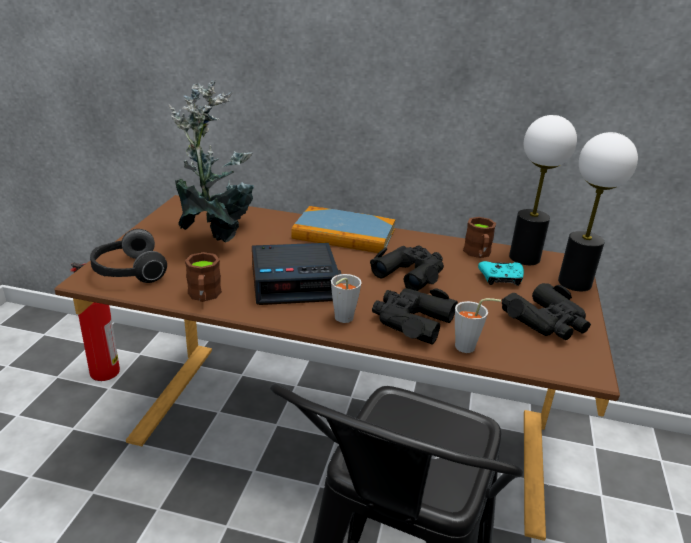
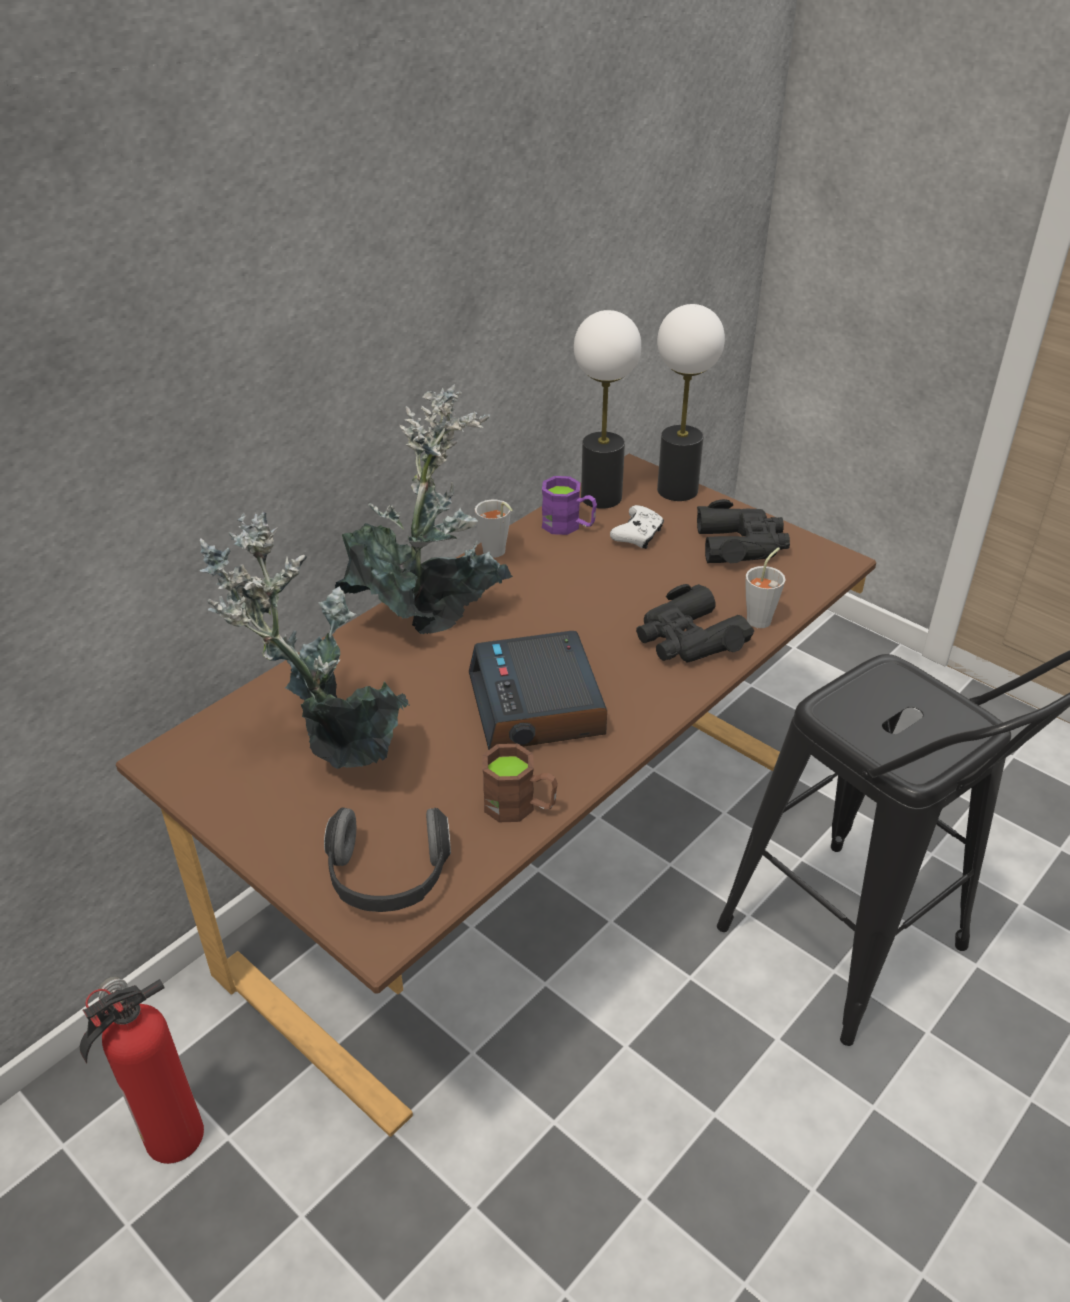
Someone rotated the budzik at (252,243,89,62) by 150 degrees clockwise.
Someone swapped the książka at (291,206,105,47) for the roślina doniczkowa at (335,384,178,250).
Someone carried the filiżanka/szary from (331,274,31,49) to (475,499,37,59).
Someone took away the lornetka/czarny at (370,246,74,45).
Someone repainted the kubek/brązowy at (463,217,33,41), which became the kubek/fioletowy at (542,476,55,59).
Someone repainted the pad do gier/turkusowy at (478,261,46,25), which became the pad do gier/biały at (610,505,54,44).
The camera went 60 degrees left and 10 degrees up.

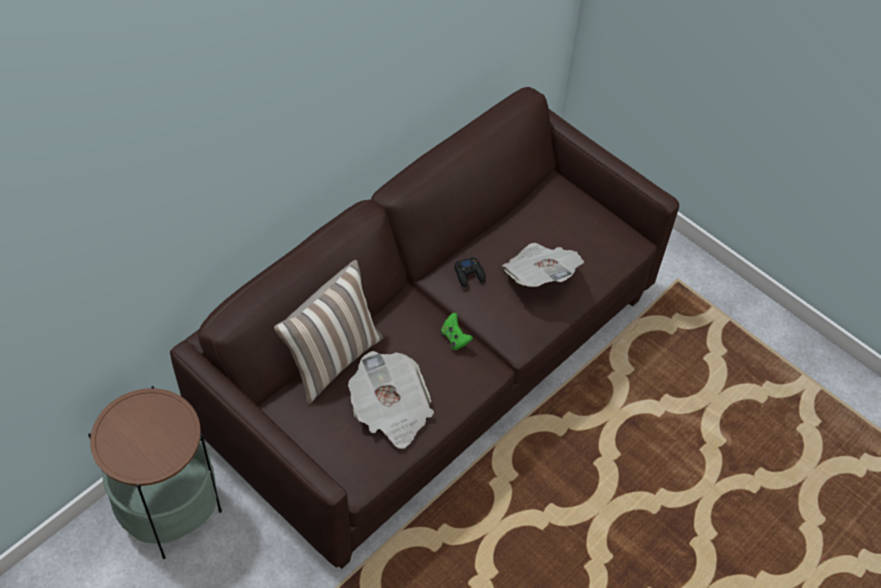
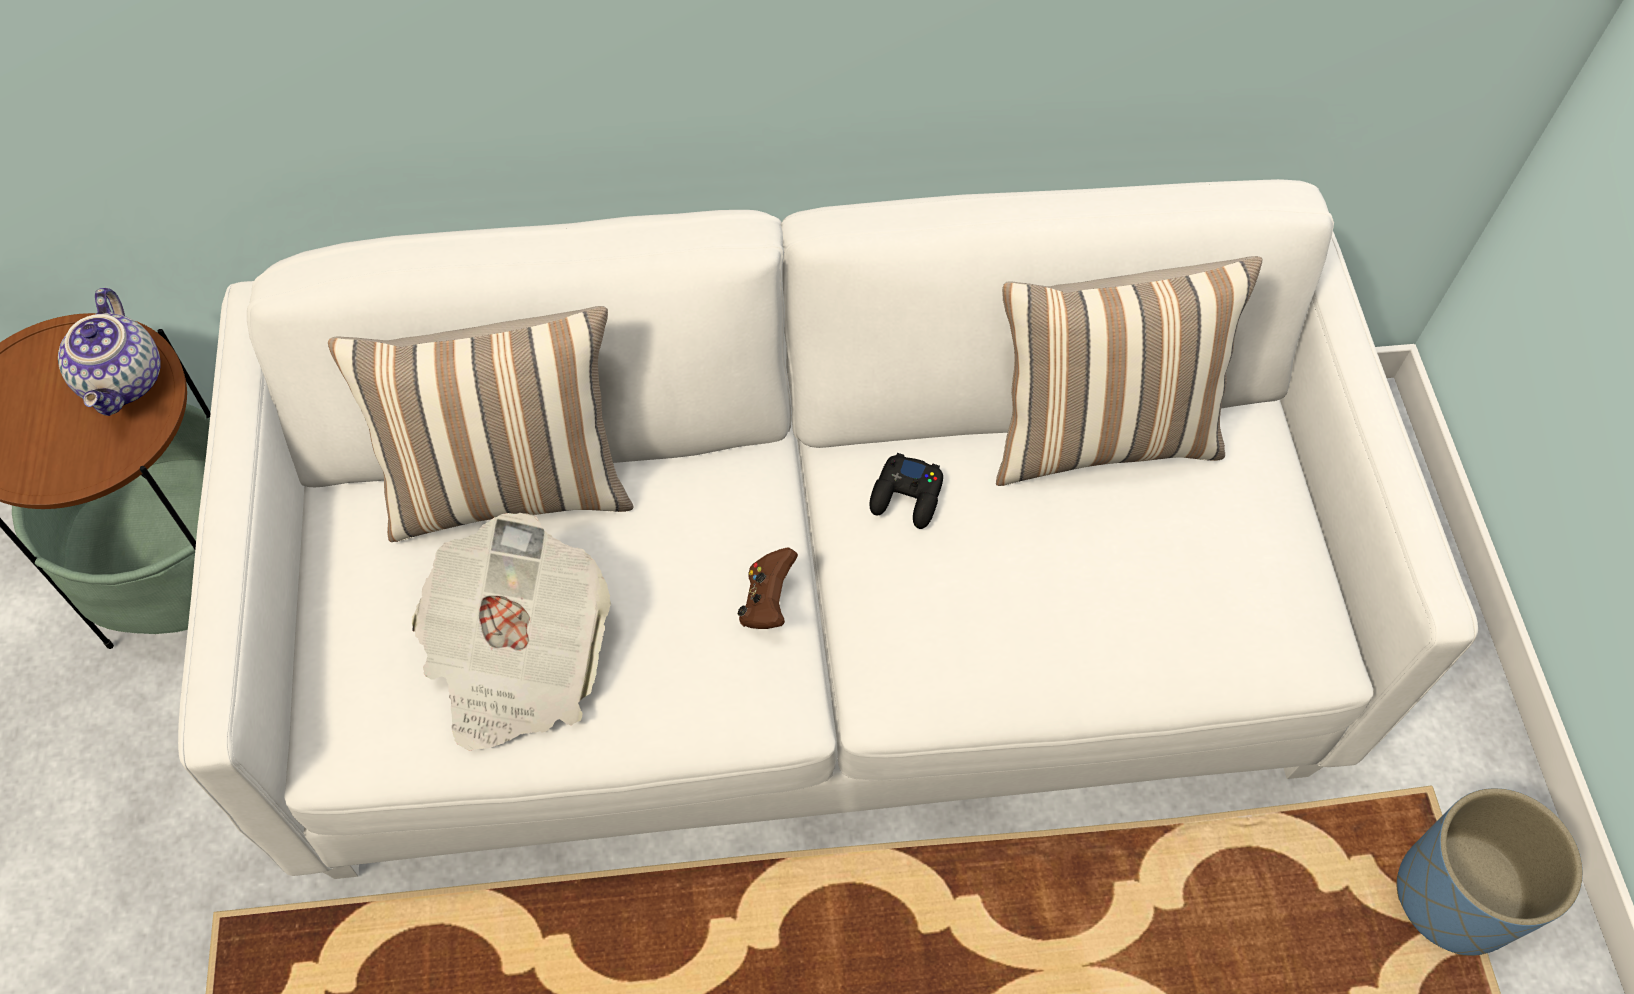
Someone repainted the kanapa/brązowy at (170,87,509,482), which became the kanapa/biały at (178,179,1300,700).
Someone repainted the pad do gier/zielony at (441,313,32,37), which became the pad do gier/brązowy at (738,547,60,82).
Someone took away the gazeta at (502,243,82,44).
Someone put down the imbryk at (58,288,103,128).
Someone put down the poduszka at (996,256,266,230).
Someone put down the donica/niebieski at (1396,788,187,168).
The camera went 40 degrees right and 5 degrees up.

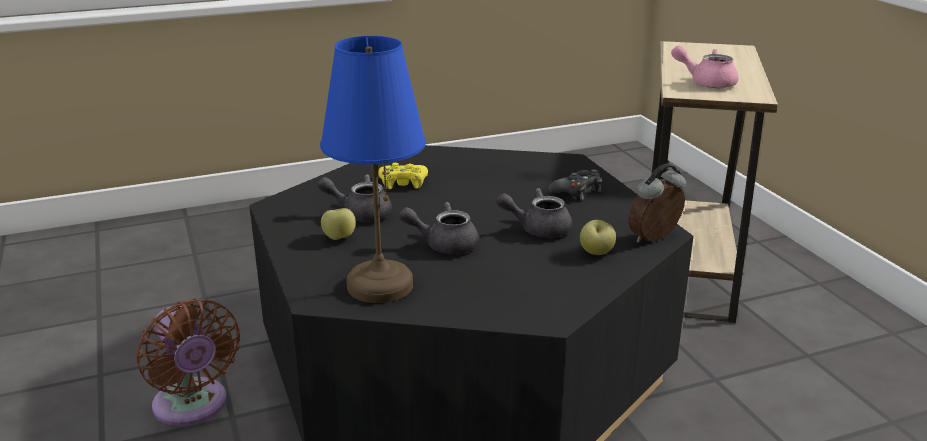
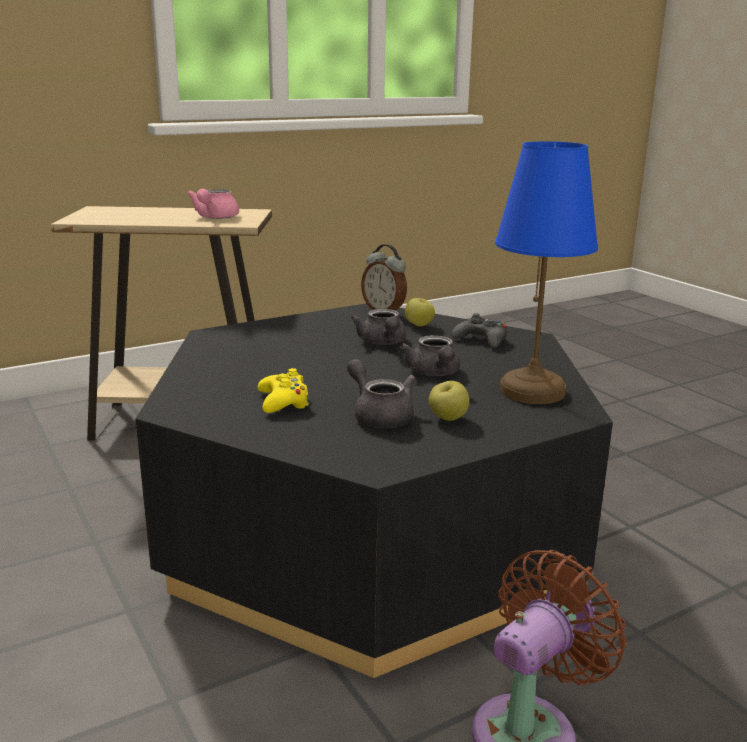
Someone rotated the imbryk/szary at (317,174,75,48) by 150 degrees clockwise.
Someone carried the pad do gier/czarny from (548,169,54,31) to (452,313,55,35).
The camera went 100 degrees left and 5 degrees down.

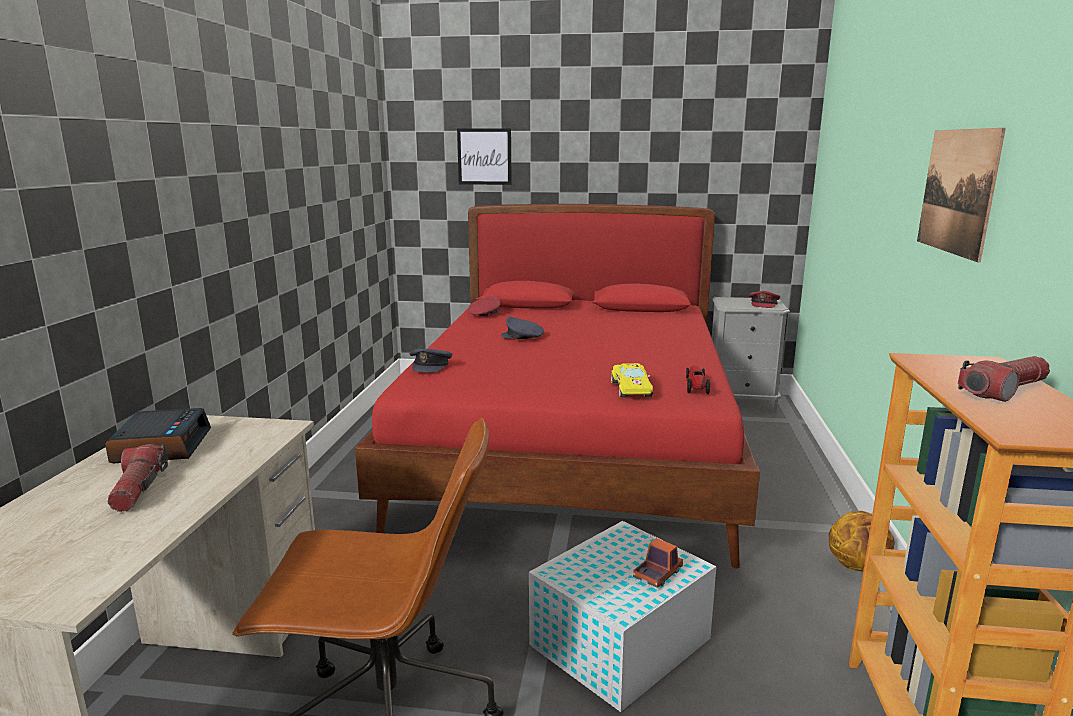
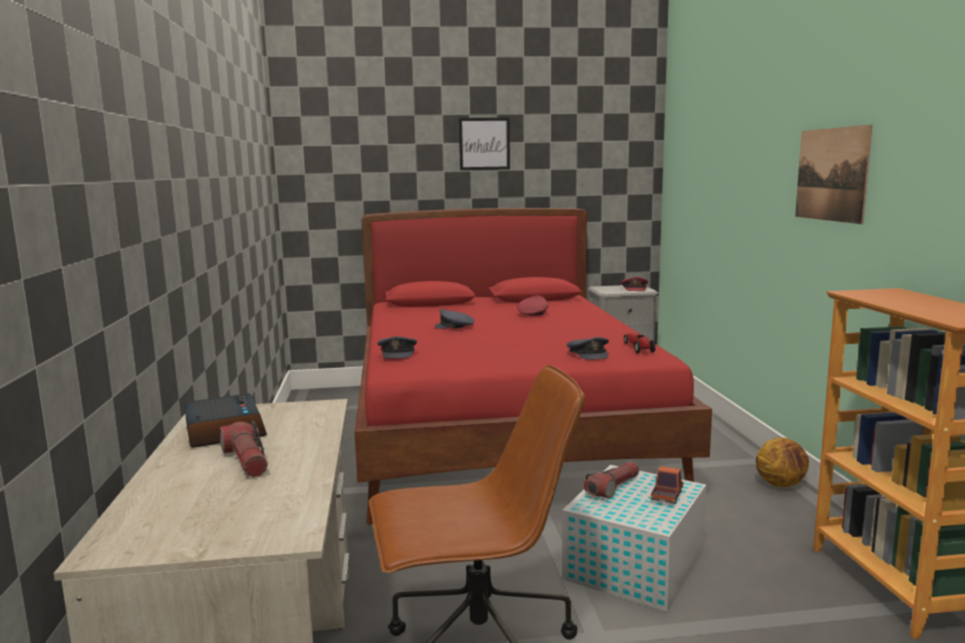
Someone carried the obraz from (457,128,55,57) to (459,118,51,52).
Someone carried the czapka z daszkiem/czerwony from (468,295,34,21) to (517,295,32,21).
Someone swapped the samochodzik/żółty at (611,363,42,34) for the czapka z daszkiem/szary at (567,337,42,23).
Someone carried the latarka from (958,356,92,46) to (584,461,55,38).
The camera went 15 degrees left and 5 degrees down.

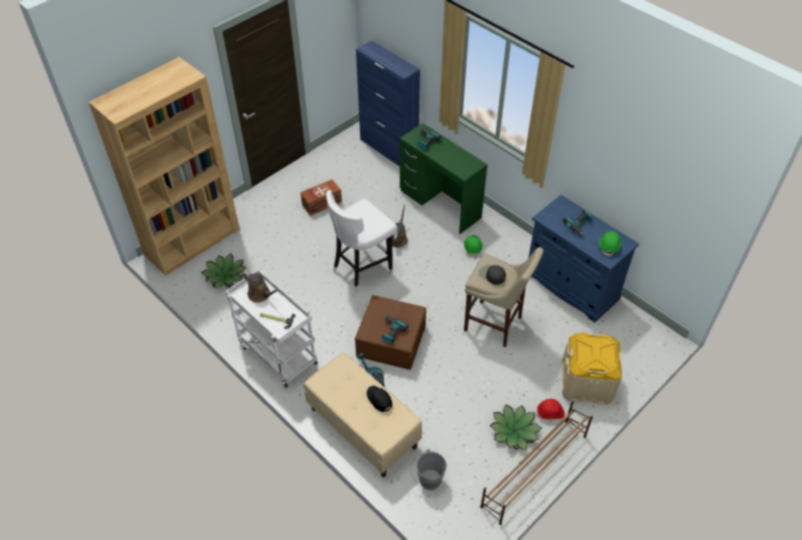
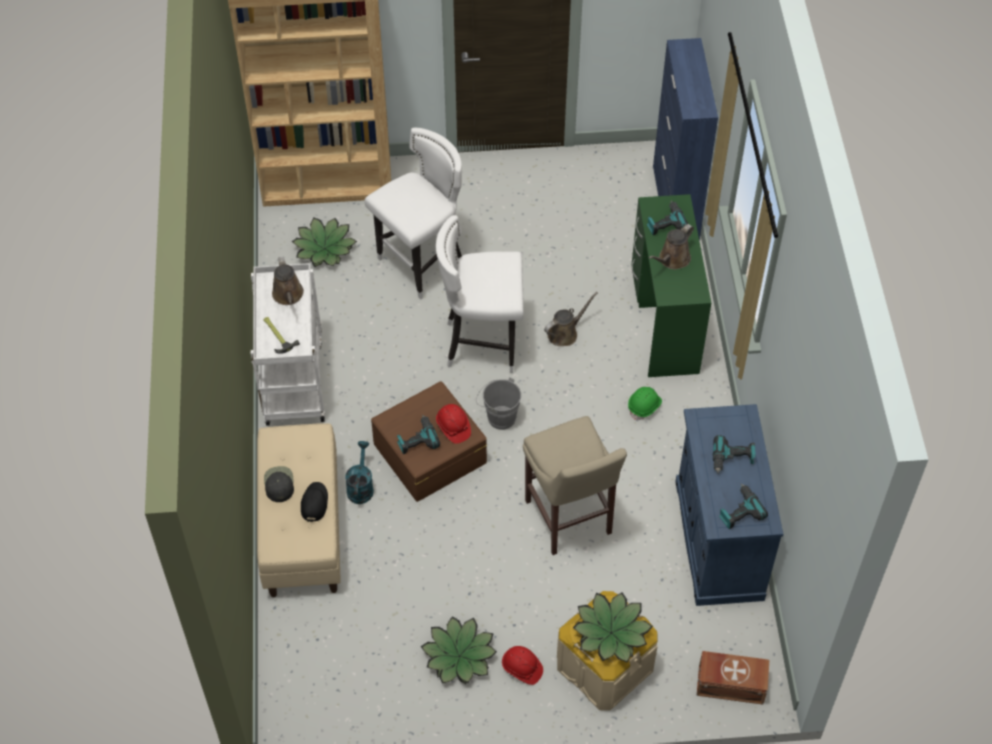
Someone carried the pojemnik do przechowywania/brązowy from (300,179,42,37) to (697,651,72,54).
Someone carried the wiadro/szary from (411,449,36,41) to (476,377,45,53).
Someone carried the czapka z daszkiem/czarny from (479,265,27,20) to (264,466,30,36).
Someone took away the regał na buty/brązowy at (480,401,113,124).
Someone swapped the kask/zielony at (599,231,22,26) for the wiertarka at (719,483,49,46).
Someone put down the stołek/biały at (364,128,98,172).
Someone put down the kask/czerwony at (436,404,35,40).
Someone put down the roślina doniczkowa at (573,592,80,70).
Someone put down the konewka/brązowy at (648,224,46,45).
The camera went 40 degrees right and 5 degrees up.

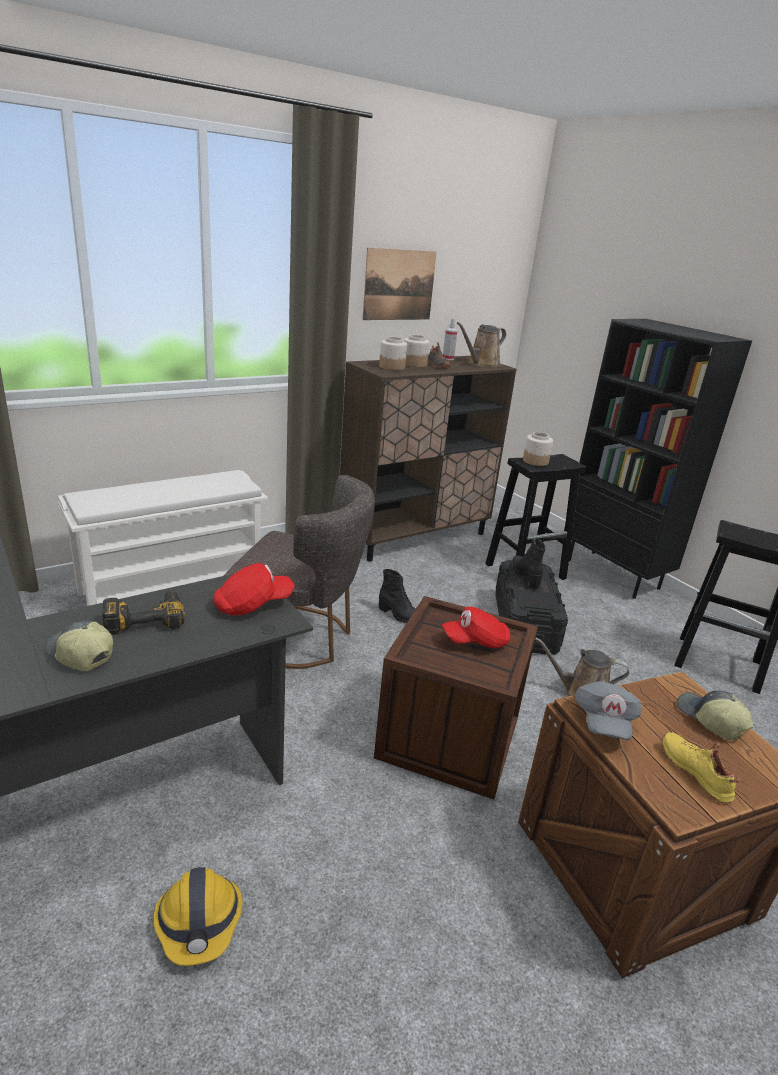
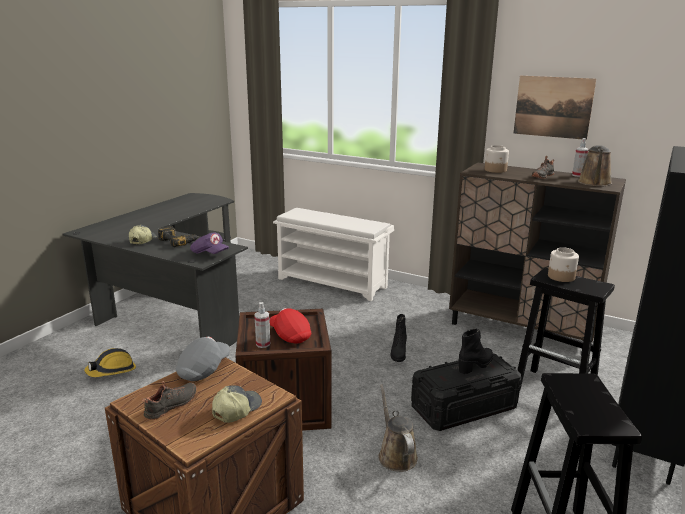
Someone repainted the czapka z daszkiem/czerwony at (213,563,82,52), which became the czapka z daszkiem/fioletowy at (190,232,39,22).
Someone took away the krzesło/szary at (223,475,152,194).
Someone took away the słoik at (404,335,26,32).
Someone rotated the konewka/brązowy at (457,322,49,45) by 90 degrees counterclockwise.
Someone rotated the czapka z daszkiem/szary at (575,681,67,59) by 135 degrees clockwise.
Someone repainted the but/żółty at (662,732,78,71), which became the but/czarny at (142,381,55,39).
Someone put down the spryskiwacz at (254,302,16,46).
The camera went 65 degrees right and 5 degrees down.

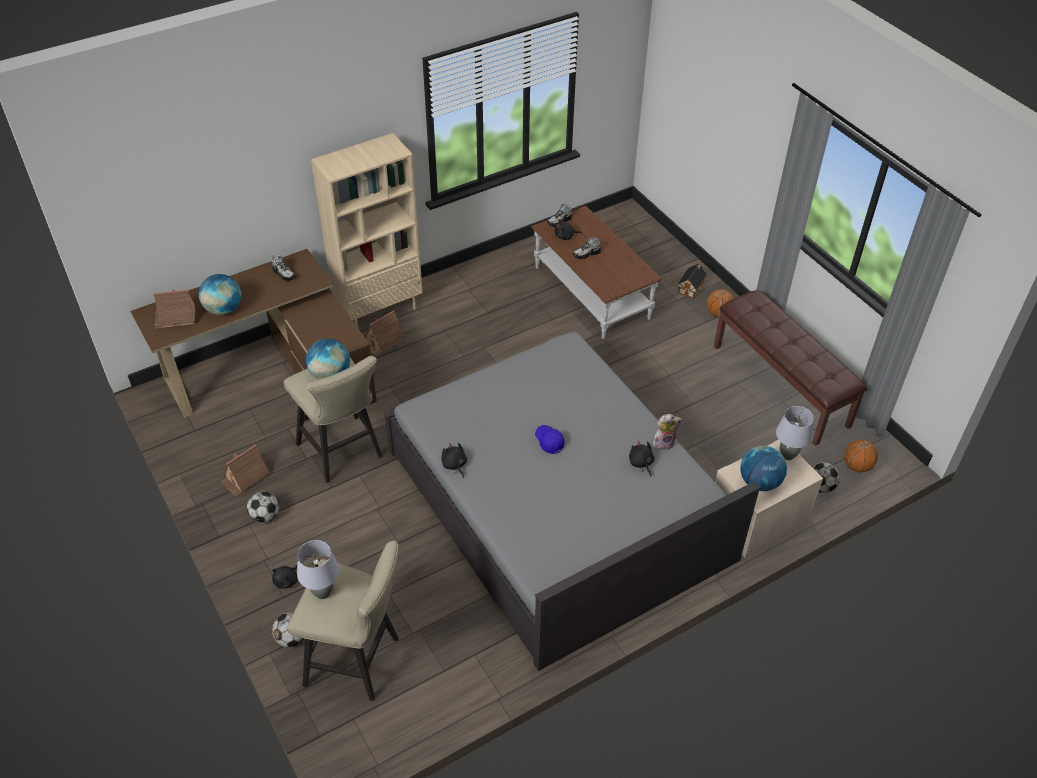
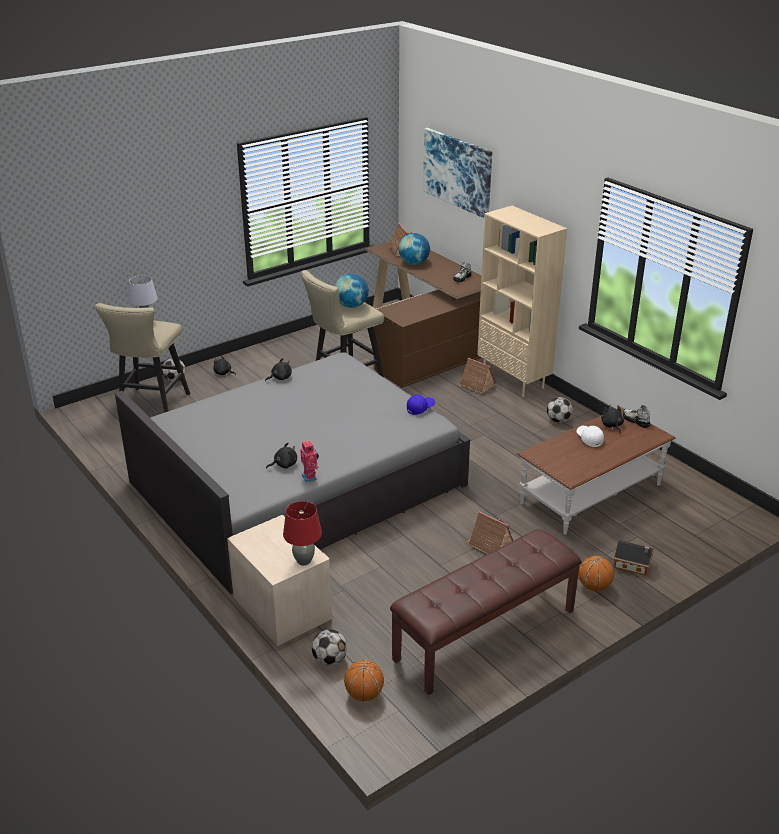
Someone carried the domek from (221,445,48,51) to (465,511,49,43).
Someone carried the piłka futbolowa from (247,491,32,32) to (547,397,26,26).
Someone carried the czapka z daszkiem/niebieski from (535,425,30,29) to (407,395,28,20).
Someone swapped the but at (573,237,28,22) for the czapka z daszkiem/biały at (577,426,27,21).
Someone swapped the pluszak at (653,414,29,37) for the robot zabawkowy at (300,439,19,43).
Someone took away the globus at (740,446,47,45).
Someone repainted the lampa stołowa/szary at (776,406,38,54), which became the lampa stołowa/czerwony at (283,501,39,65).
Someone put up the obraz at (423,128,69,90).
The camera went 85 degrees right and 15 degrees down.

